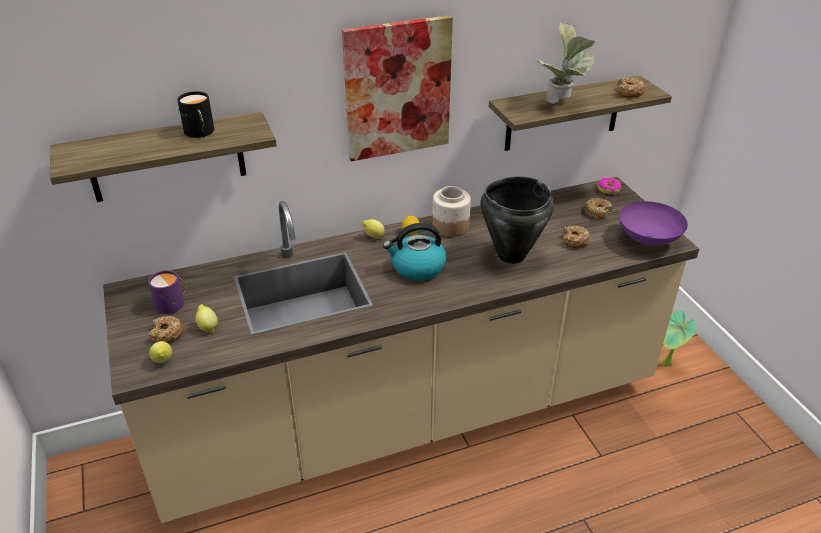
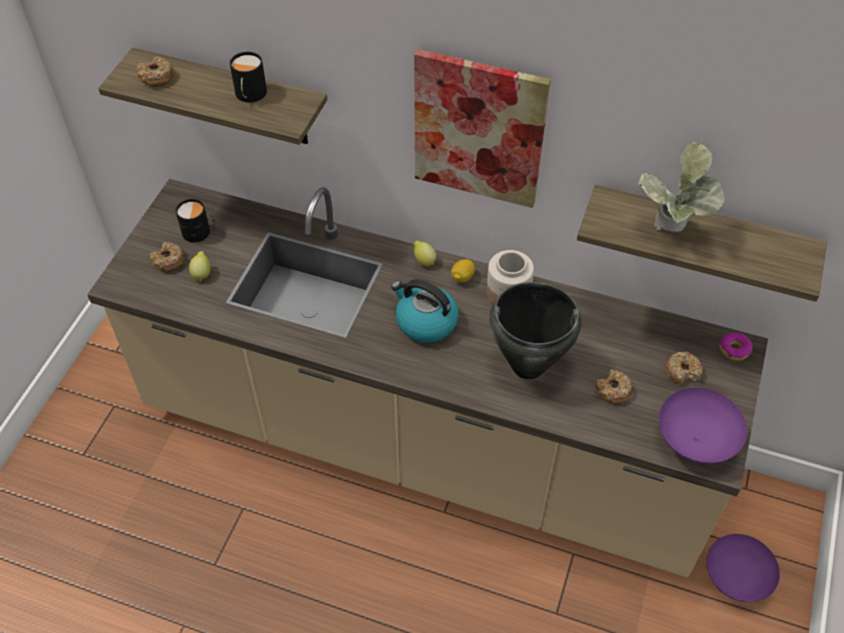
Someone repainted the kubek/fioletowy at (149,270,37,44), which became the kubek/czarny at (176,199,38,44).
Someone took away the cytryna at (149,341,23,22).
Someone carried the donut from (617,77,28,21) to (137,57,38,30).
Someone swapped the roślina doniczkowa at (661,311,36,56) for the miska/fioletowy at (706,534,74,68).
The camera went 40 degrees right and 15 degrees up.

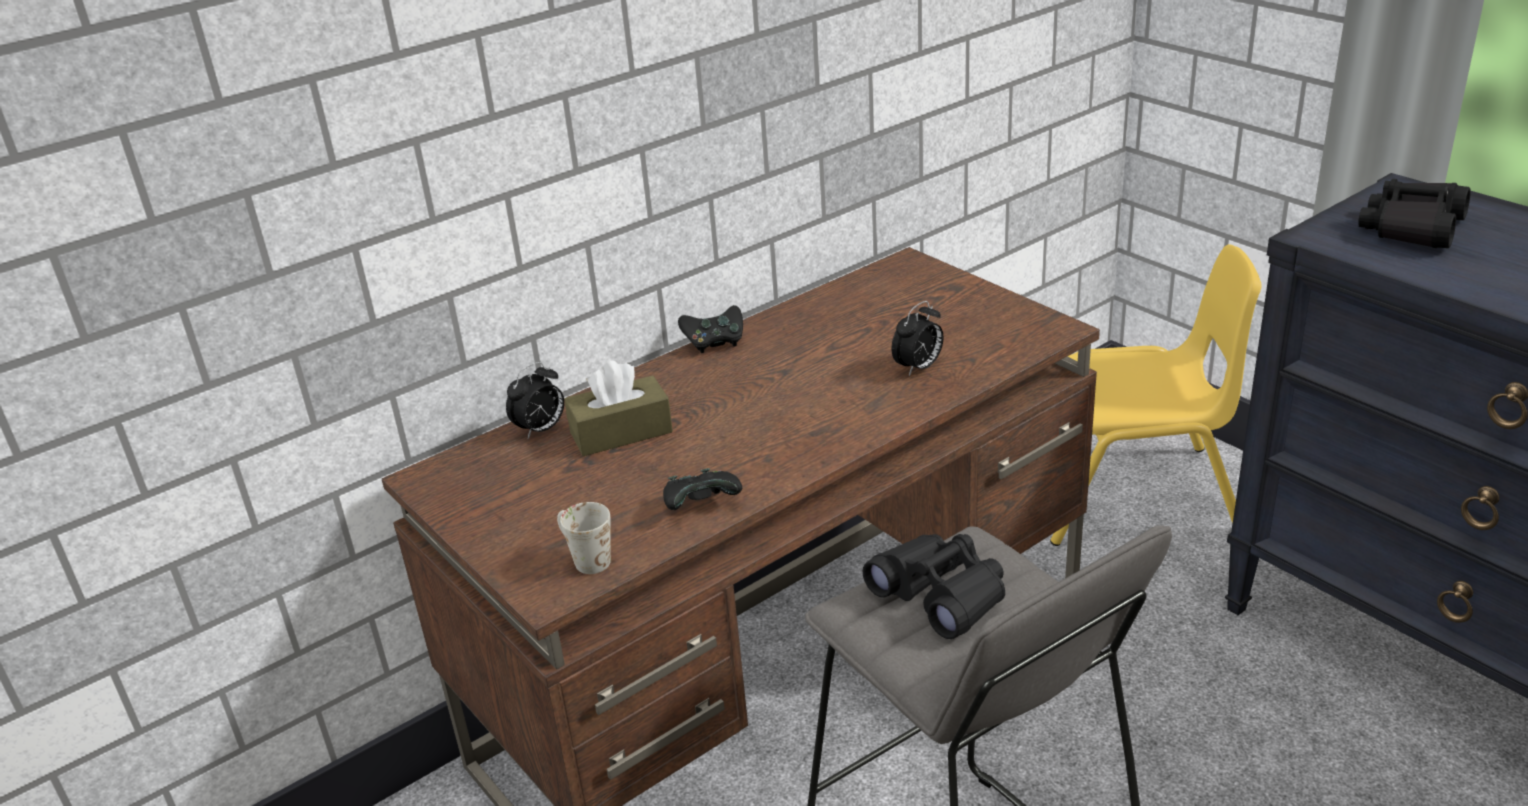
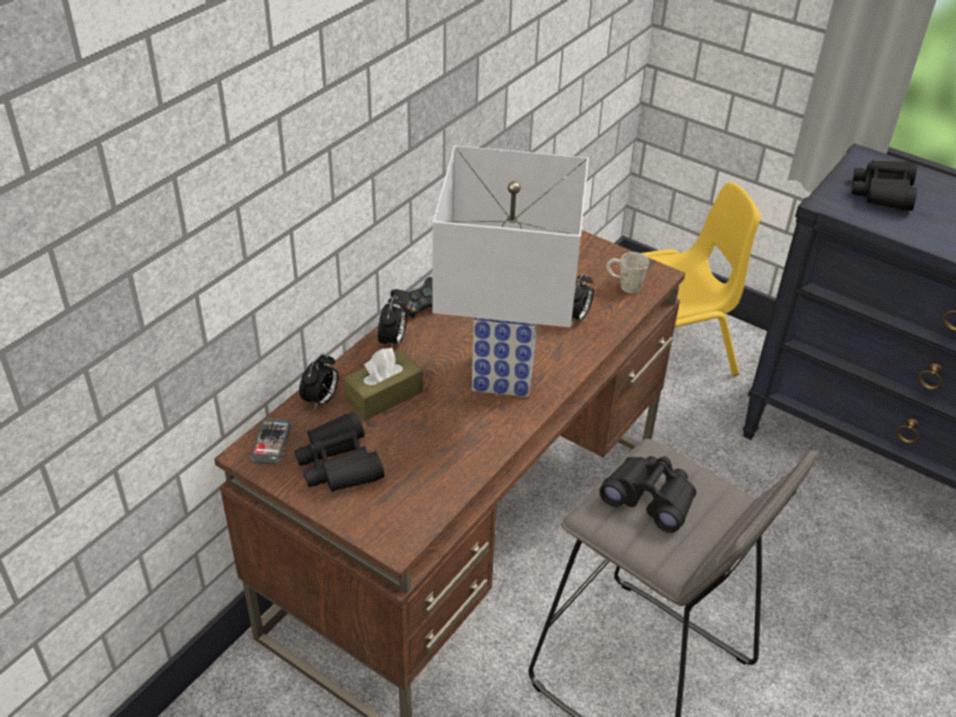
Someone carried the kubek/biały from (557,502,54,72) to (606,252,43,42).
Someone took away the pad do gier/czarny at (663,468,79,42).
Someone put down the telefon at (250,418,41,46).
Someone put down the lornetka/czarny at (295,412,90,80).
Someone put down the budzik at (378,295,29,53).
Someone put down the lampa stołowa/biały at (432,145,157,252).
The camera went 20 degrees left and 10 degrees up.

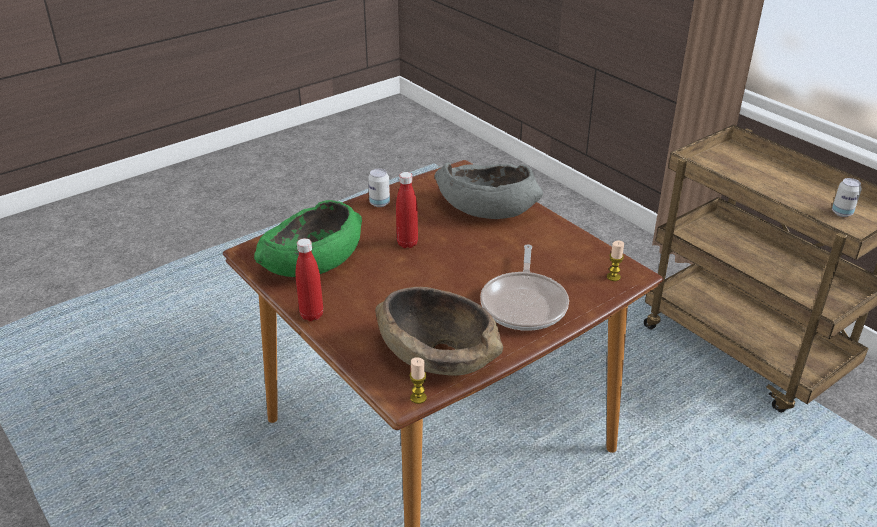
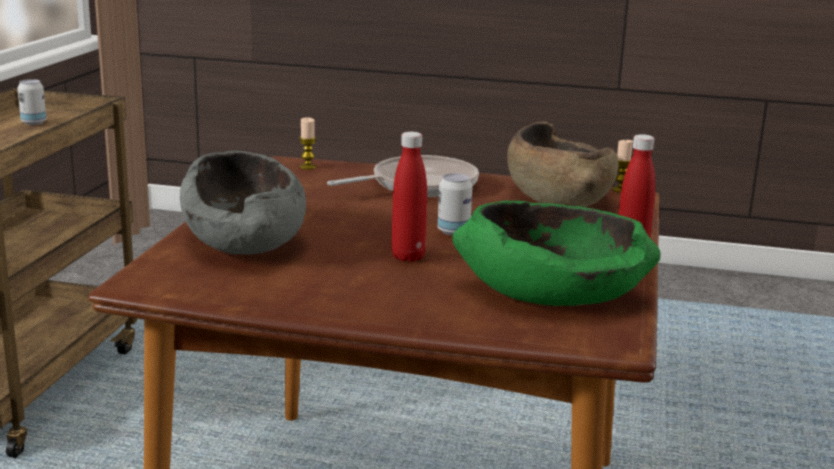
Someone carried the puszka from (368,169,22,38) to (438,173,35,63).
The camera went 130 degrees left and 15 degrees down.

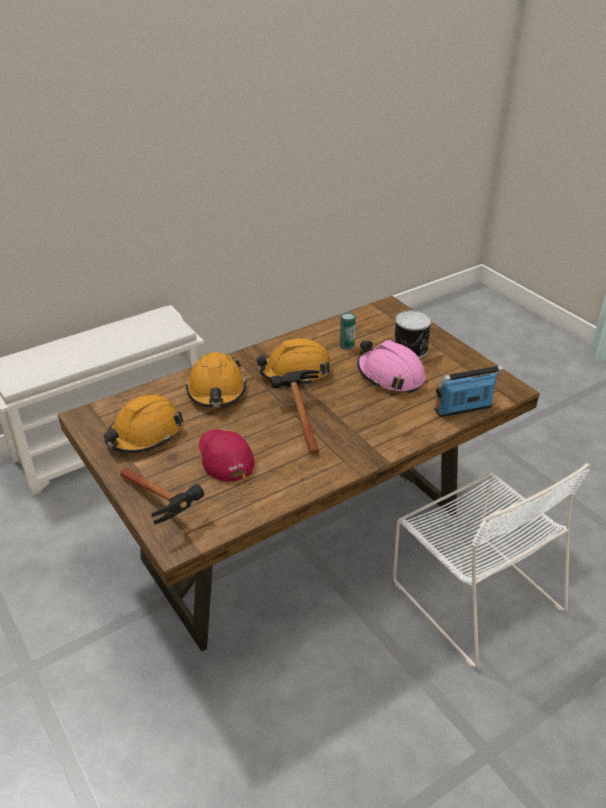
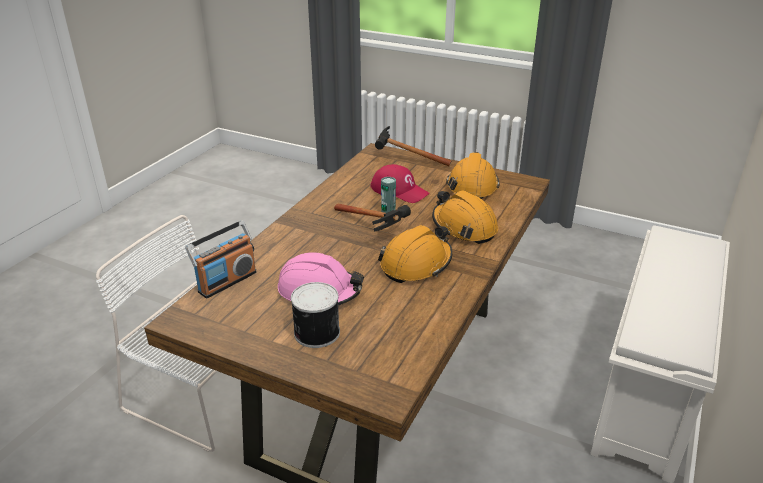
Someone carried the puszka from (340,312,16,38) to (381,177,15,36).
The camera went 150 degrees right and 5 degrees down.

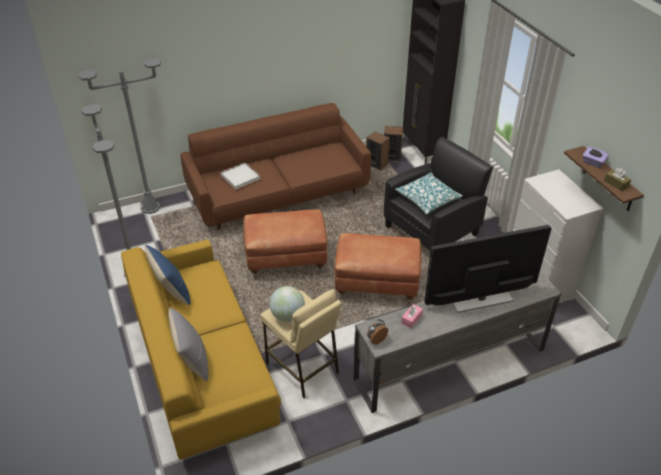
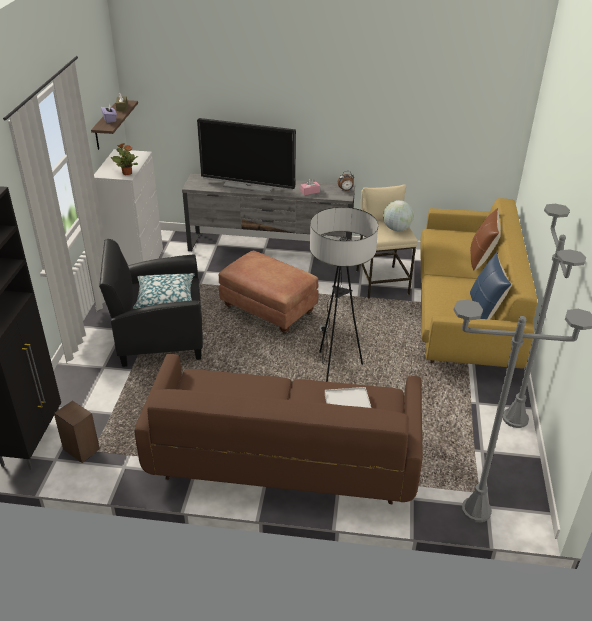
Someone repainted the poduszka/szary at (168,308,41,73), which became the poduszka/brązowy at (470,208,31,63).
Someone swapped the pufa/brązowy at (243,209,84,68) for the lampa stojąca at (310,207,68,175).
Someone took away the głośnik at (366,132,24,38).
Someone put down the roślina doniczkowa at (111,143,27,32).
The camera went 150 degrees left and 5 degrees down.

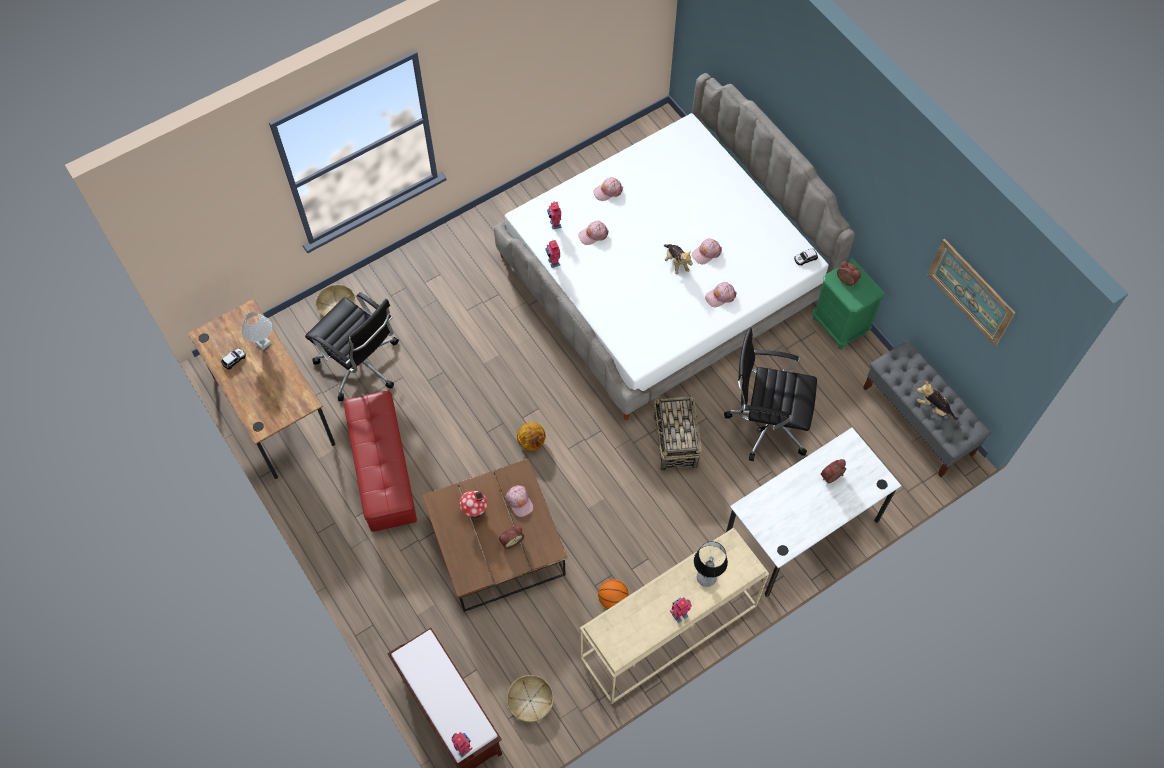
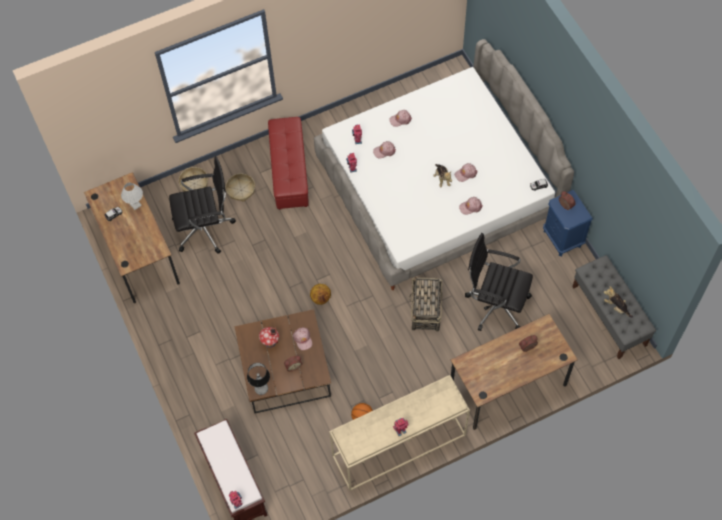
Someone rotated the krzesło biurowe/czarny at (305,292,94,109) by 60 degrees counterclockwise.
Someone carried the pufa/czerwony from (344,391,73,141) to (268,117,41,93).
Someone carried the koszyk from (507,675,47,47) to (225,174,30,28).
Someone carried the lampa stołowa from (694,541,34,46) to (247,363,23,32).
Someone repainted the biurko/biały at (726,428,175,169), which became the biurko/brązowy at (450,314,128,116).
Someone repainted the szafka nocna/zielony at (812,259,73,91), which became the szafka nocna/niebieski at (543,190,50,66).
Someone took away the obraz at (928,239,87,107).
The camera went 10 degrees right and 0 degrees up.

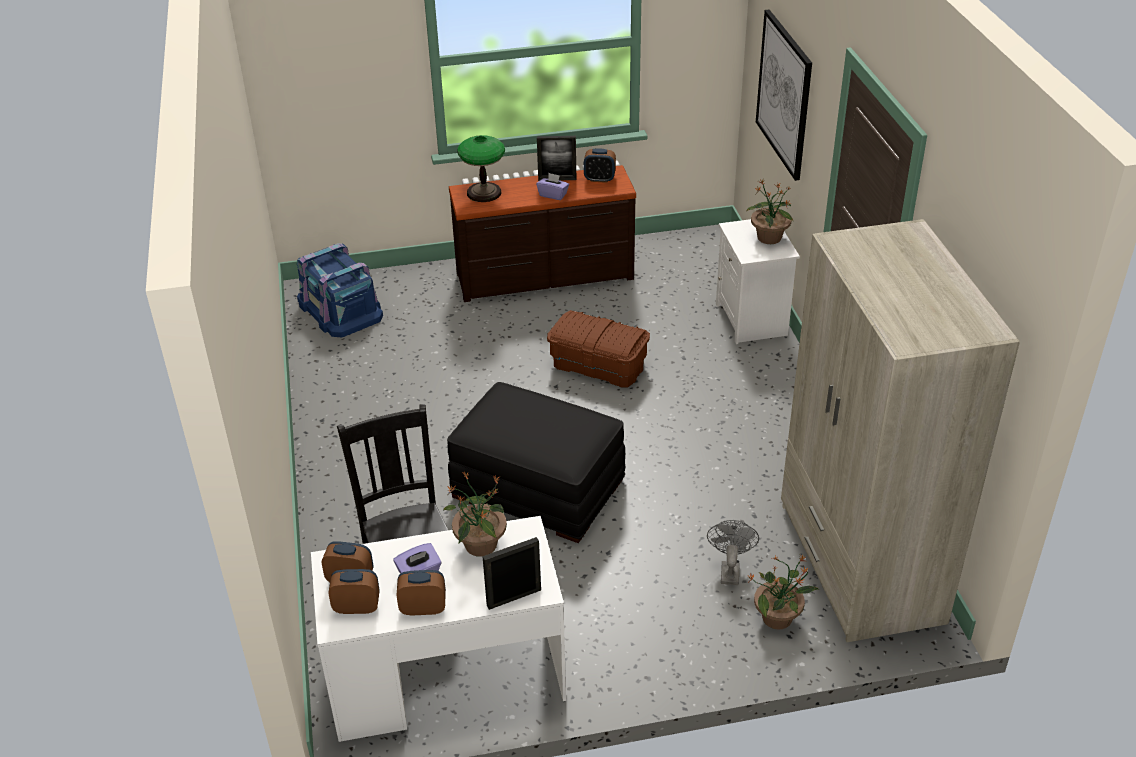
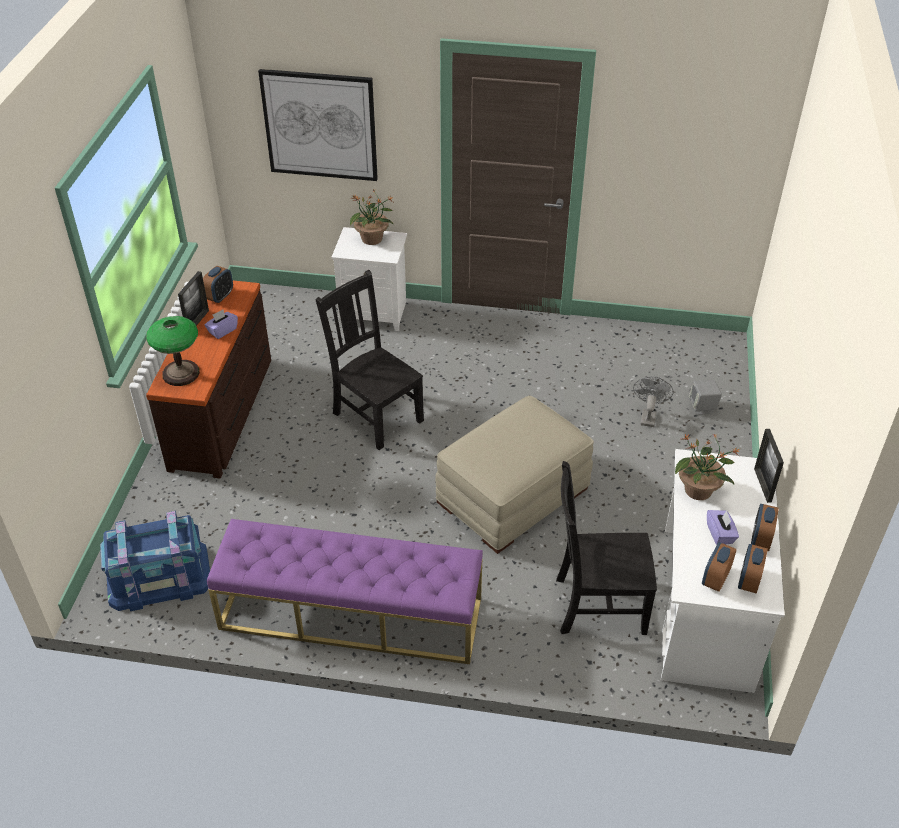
Someone repainted the pufa/czarny at (447,382,178,161), which became the pufa/beżowy at (436,396,158,158).
Someone swapped the pojemnik do przechowywania/brązowy at (547,310,103,78) for the krzesło/czarny at (315,270,109,180).
Someone rotated the wentylator/szary at (707,520,52,65) by 75 degrees clockwise.
Someone swapped the roślina doniczkowa at (748,554,71,76) for the głośnik/szary at (689,380,33,35).
Someone took away the szafa/beżowy at (781,219,239,423).
Someone put down the ławka/fioletowy at (207,519,276,145).
The camera went 70 degrees left and 5 degrees up.

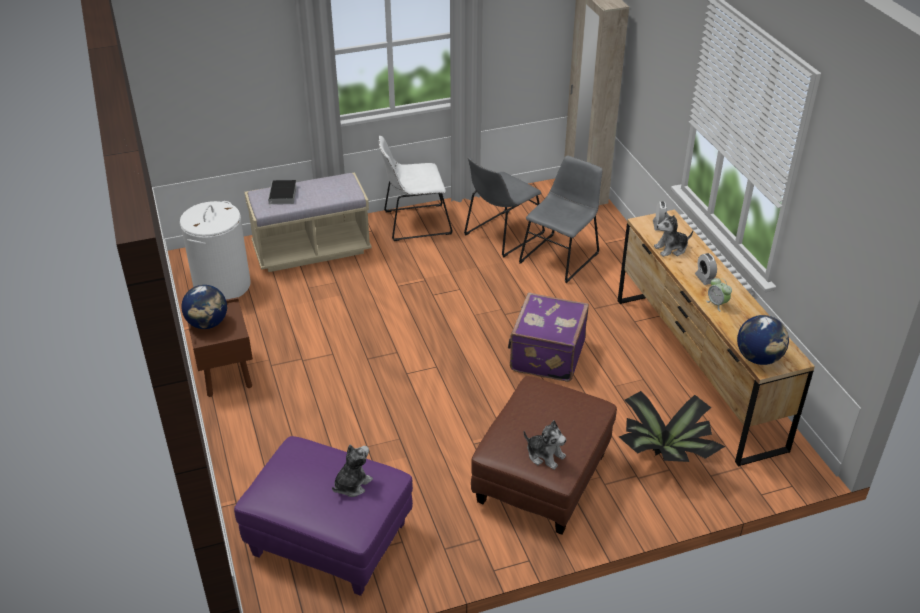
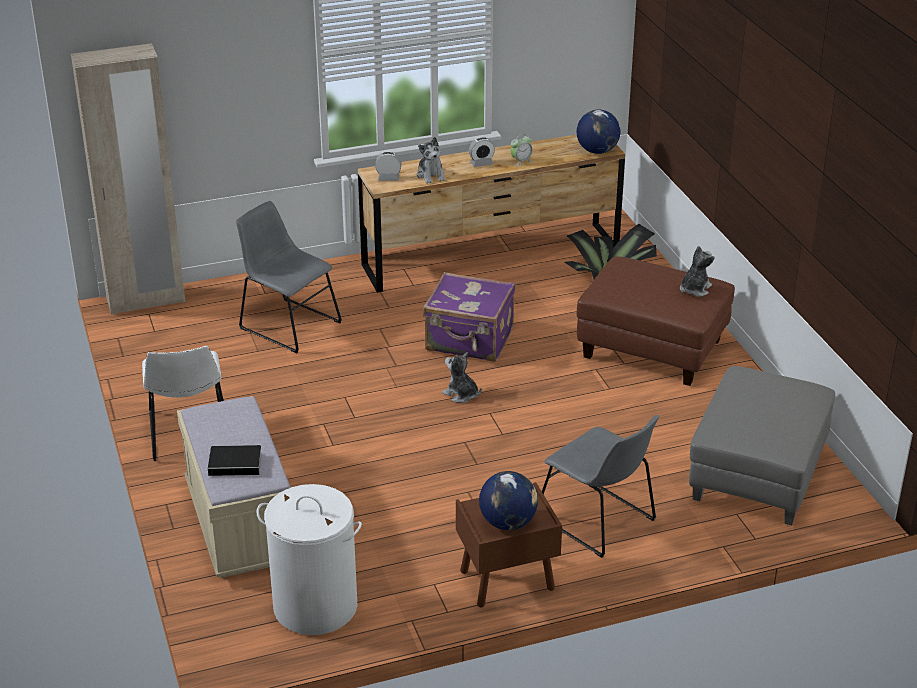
Someone repainted the pufa/fioletowy at (234,436,179,160), which became the pufa/szary at (689,366,146,159).
Someone carried the pluszak from (332,444,41,53) to (442,352,40,51).
Someone carried the krzesło/szary from (464,157,81,100) to (542,415,117,143).
The camera went 90 degrees left and 5 degrees down.

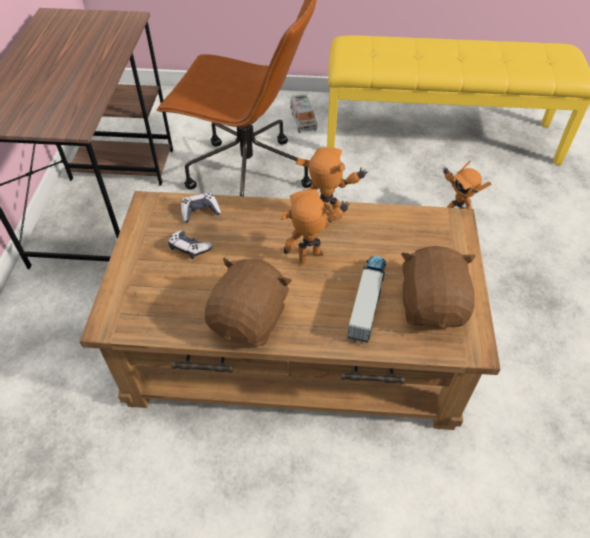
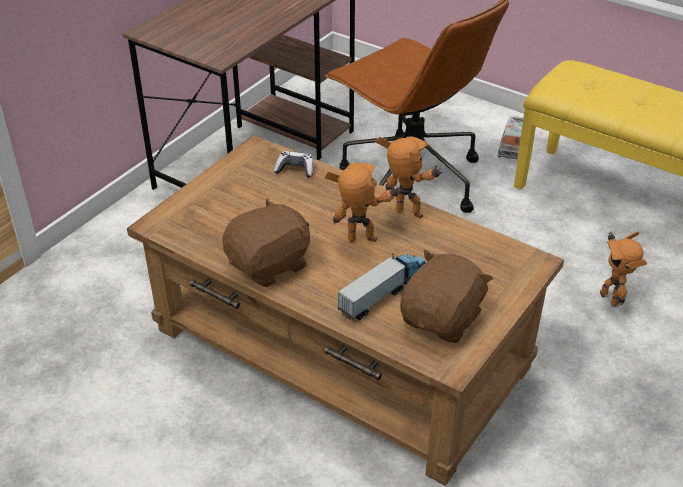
Someone took away the pad do gier at (168,230,45,29).
The camera went 30 degrees right and 10 degrees down.

